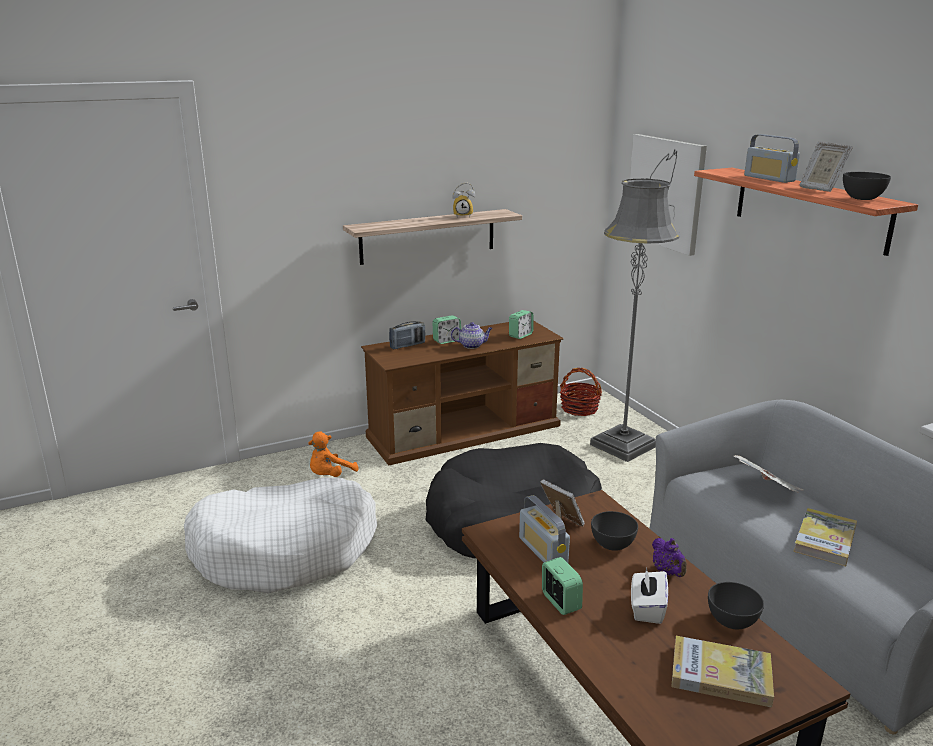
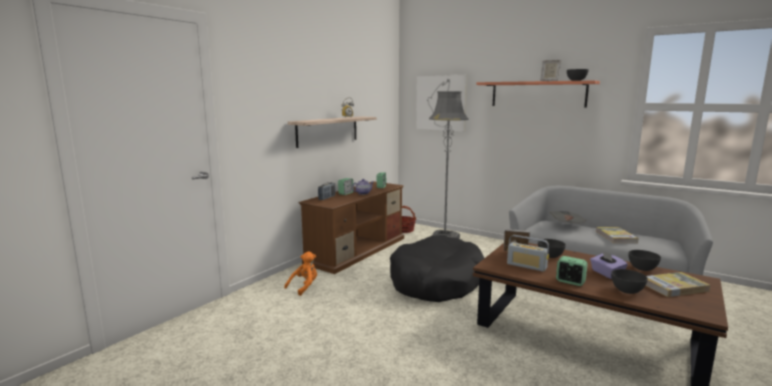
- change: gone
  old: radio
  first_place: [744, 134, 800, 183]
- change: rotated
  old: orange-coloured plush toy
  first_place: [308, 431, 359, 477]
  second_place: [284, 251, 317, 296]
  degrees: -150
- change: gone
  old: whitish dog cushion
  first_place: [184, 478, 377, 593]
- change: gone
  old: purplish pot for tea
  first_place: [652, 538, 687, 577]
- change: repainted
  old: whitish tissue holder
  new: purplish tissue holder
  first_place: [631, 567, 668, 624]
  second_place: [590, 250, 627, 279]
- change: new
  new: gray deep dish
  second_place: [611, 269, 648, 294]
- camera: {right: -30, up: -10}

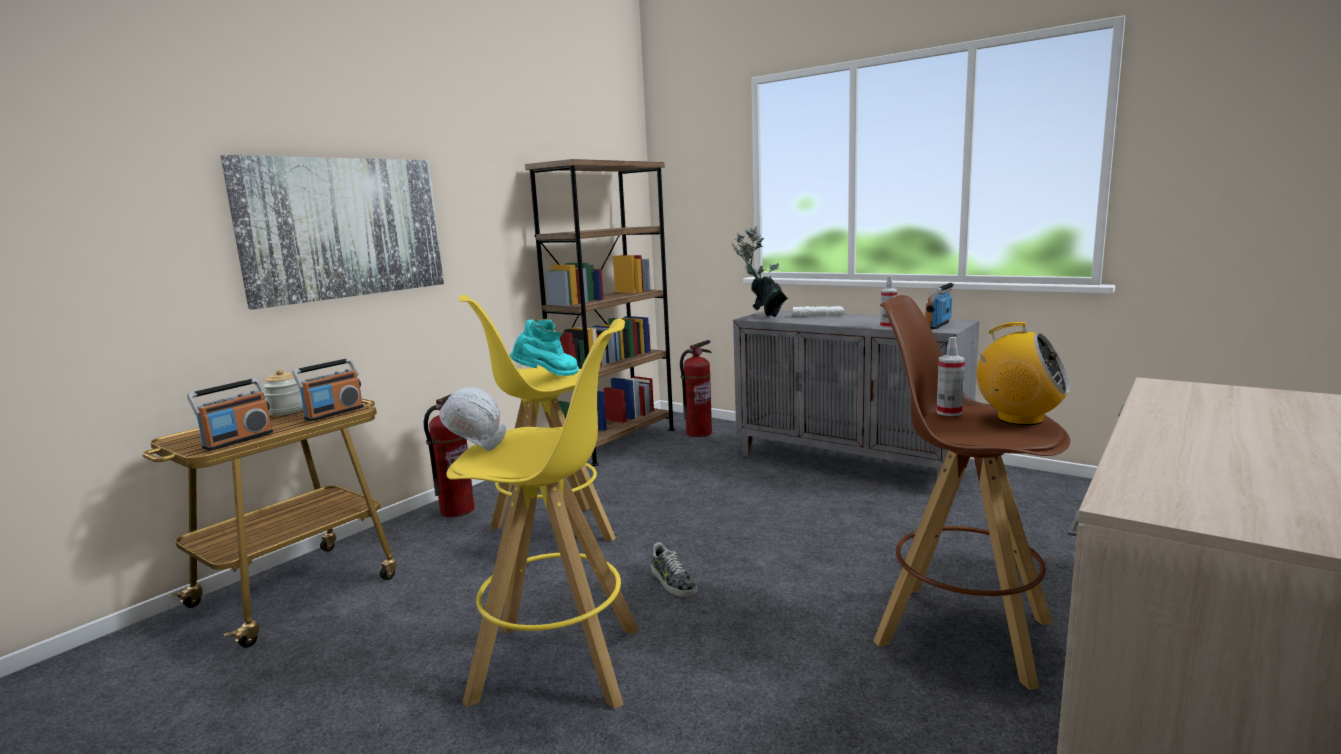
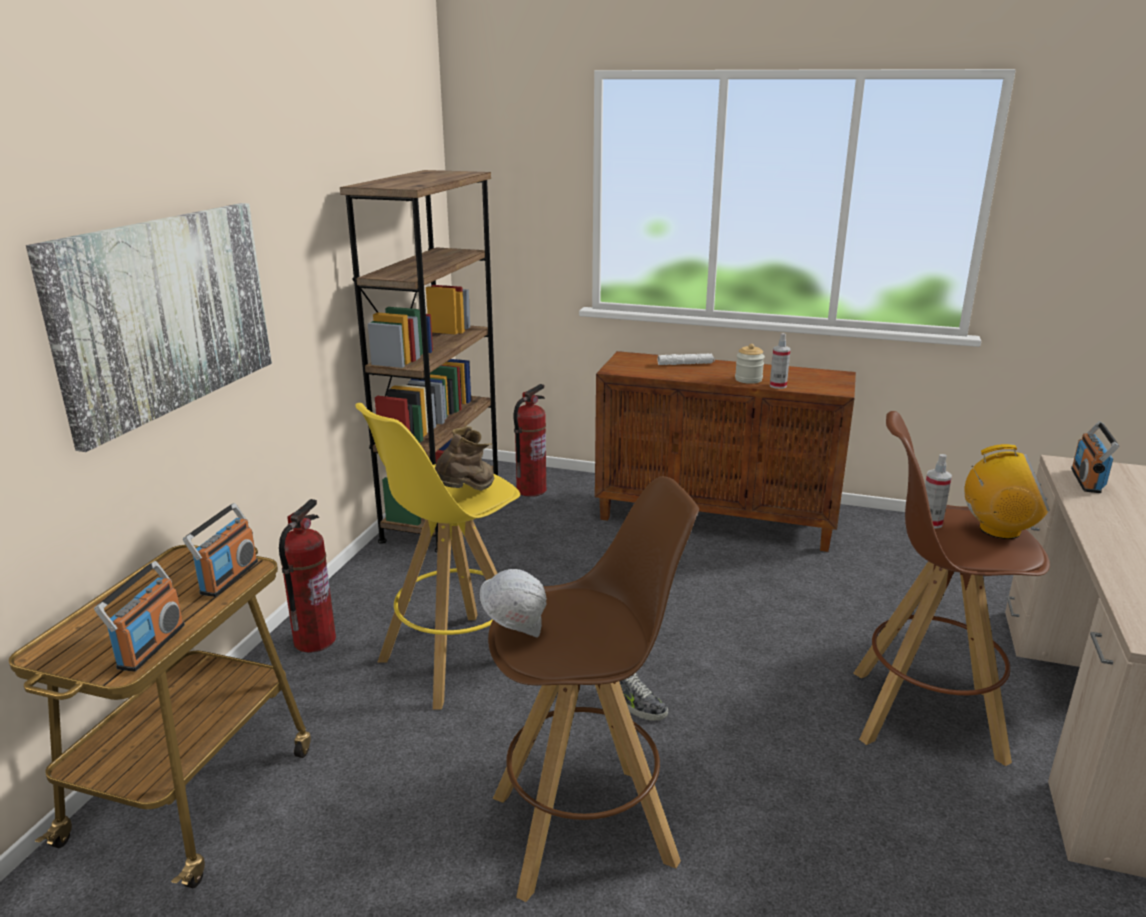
- change: gone
  old: houseplant
  first_place: [732, 226, 788, 317]
- change: shifted
  old: radio
  first_place: [925, 283, 954, 329]
  second_place: [1071, 421, 1119, 493]
- change: repainted
  old: gray cupboard
  new: brown-coloured cupboard
  first_place: [733, 310, 979, 478]
  second_place: [595, 351, 856, 552]
- change: repainted
  old: yellowish stool
  new: brown-coloured stool
  first_place: [446, 319, 639, 709]
  second_place: [488, 476, 699, 902]
- change: repainted
  old: blue-green tall boot
  new: brown-coloured tall boot
  first_place: [510, 319, 579, 376]
  second_place: [435, 426, 494, 491]
- change: shifted
  old: jar
  first_place: [263, 369, 303, 416]
  second_place: [735, 344, 765, 384]
- camera: {right: -20, up: 10}

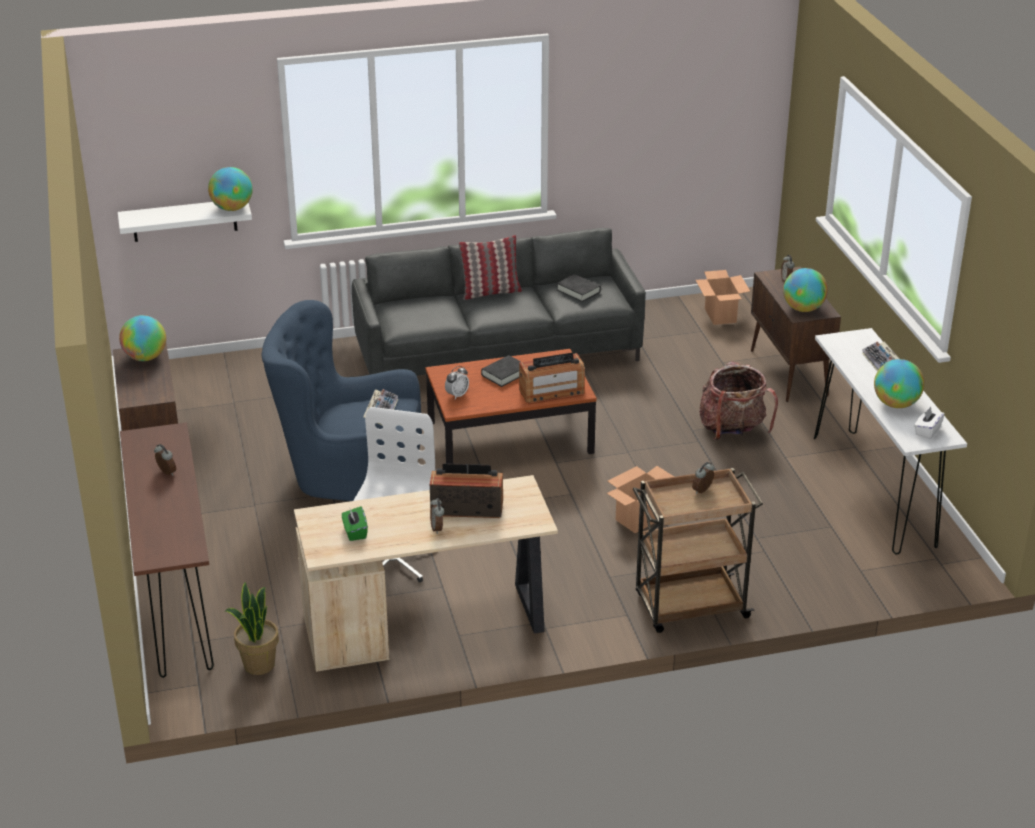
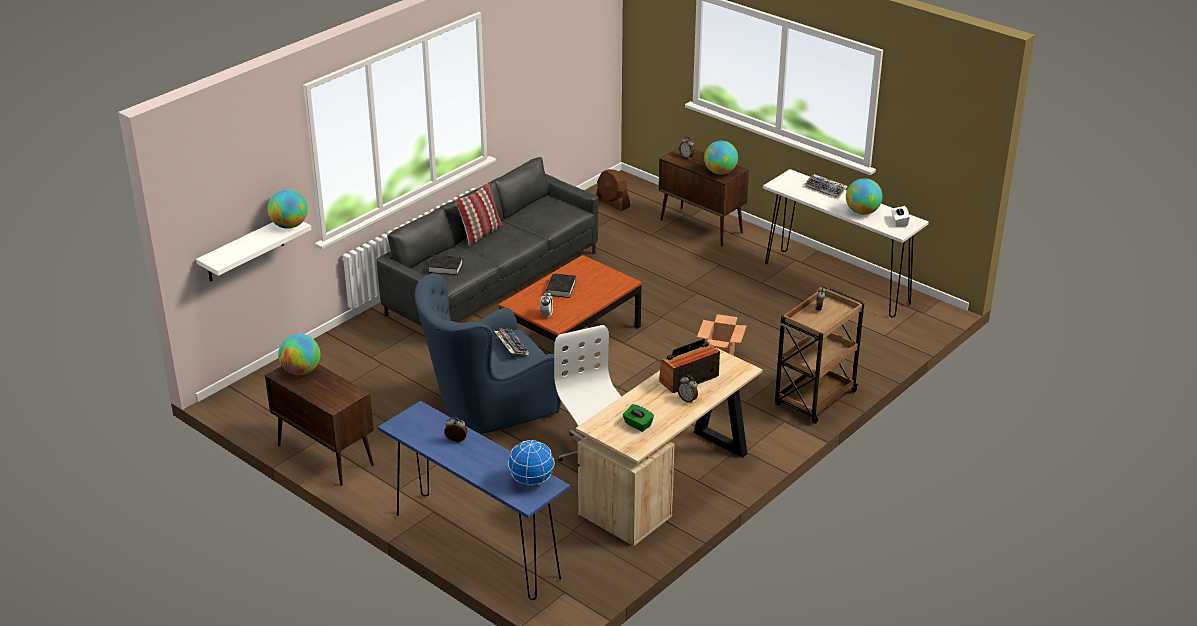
- change: swapped
  old: packing box
  new: brown-coloured fan
  first_place: [696, 270, 750, 325]
  second_place: [596, 169, 630, 211]
- change: shifted
  old: blackish volume
  first_place: [557, 274, 601, 302]
  second_place: [428, 255, 463, 275]
- change: gone
  old: radio
  first_place: [519, 353, 585, 404]
- change: gone
  old: backpack
  first_place: [699, 361, 778, 440]
- change: repainted
  old: brown-coloured narrow table
  new: blue narrow table
  first_place: [120, 422, 214, 678]
  second_place: [378, 401, 570, 600]
- change: gone
  old: houseplant
  first_place: [225, 582, 279, 675]
- change: new
  new: globe
  second_place: [508, 440, 555, 486]
- camera: {right: -35, up: 0}

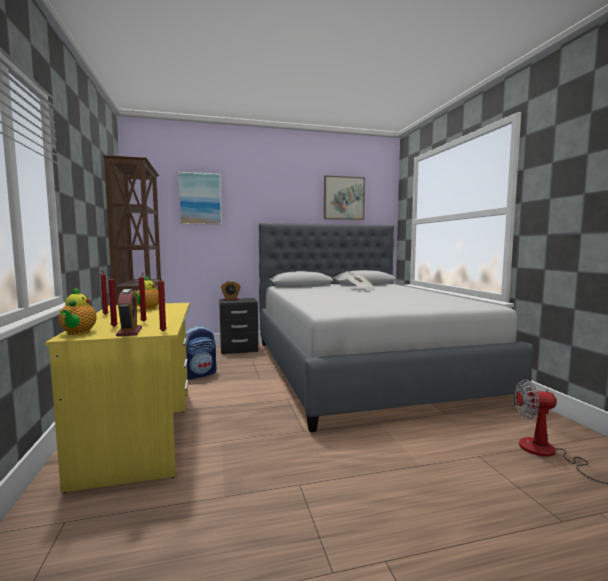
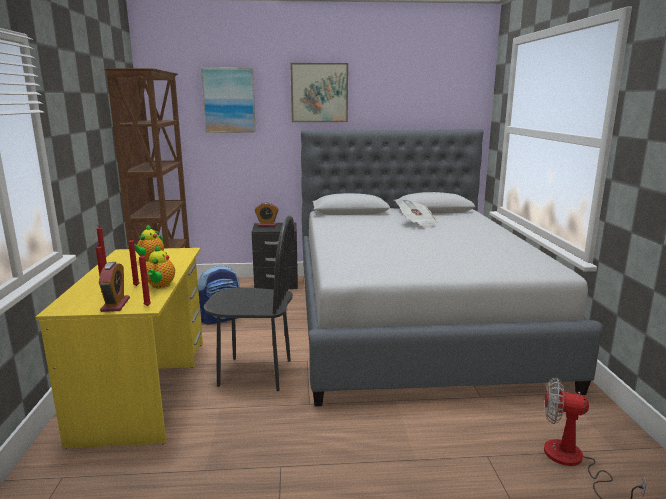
- change: shifted
  old: wall picture
  first_place: [324, 175, 365, 220]
  second_place: [290, 63, 348, 122]
- change: shifted
  old: pot for tea
  first_place: [58, 287, 97, 335]
  second_place: [146, 245, 175, 288]
- change: new
  new: blackish chair
  second_place: [204, 215, 294, 391]
- camera: {right: 10, up: 10}

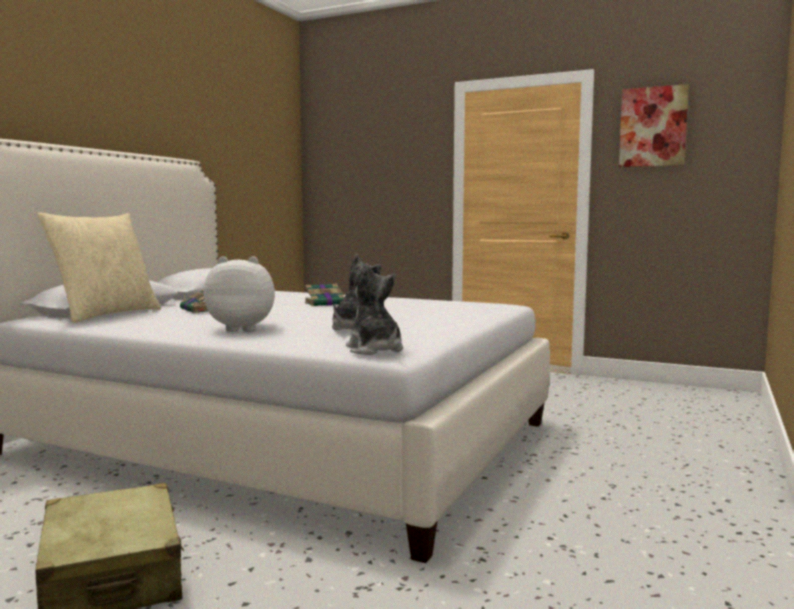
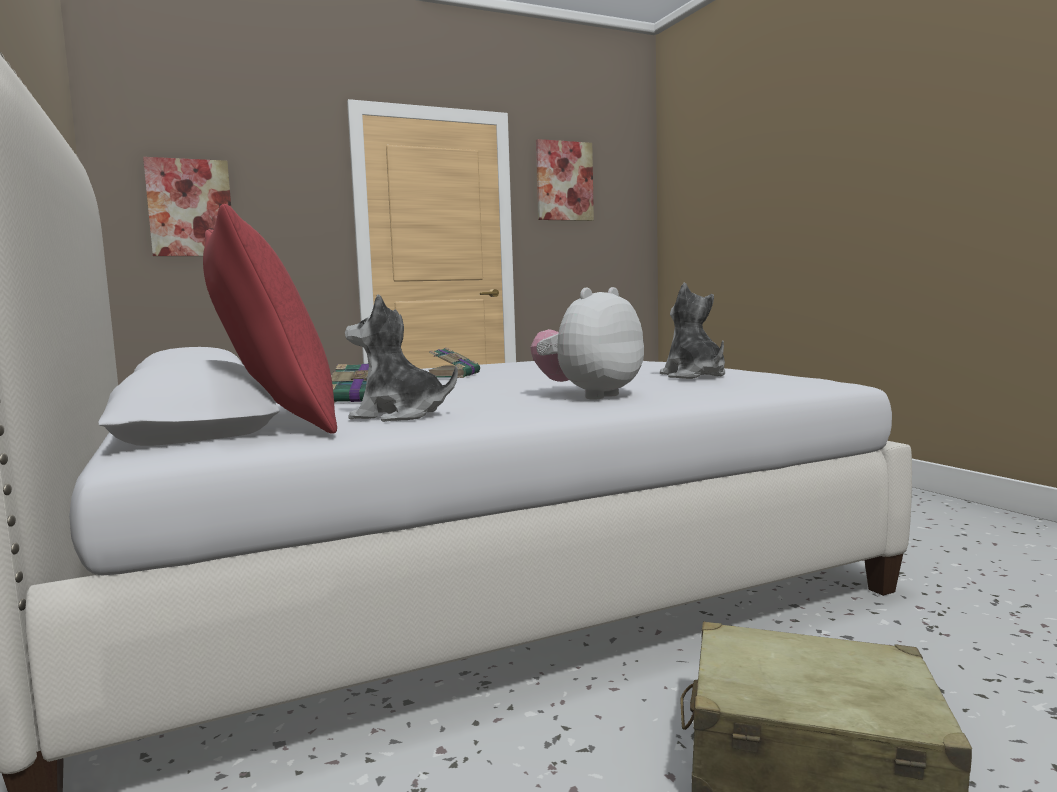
- change: repainted
  old: beige-coloured throw pillow
  new: red-coloured throw pillow
  first_place: [37, 213, 161, 323]
  second_place: [203, 204, 337, 434]
- change: shifted
  old: plush toy
  first_place: [346, 263, 403, 355]
  second_place: [345, 294, 458, 422]
- change: new
  new: wall picture
  second_place: [143, 157, 231, 256]
- camera: {right: -50, up: 0}

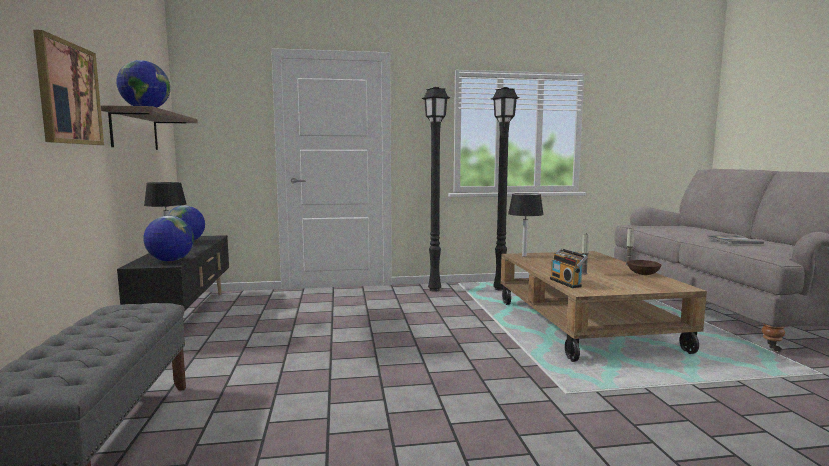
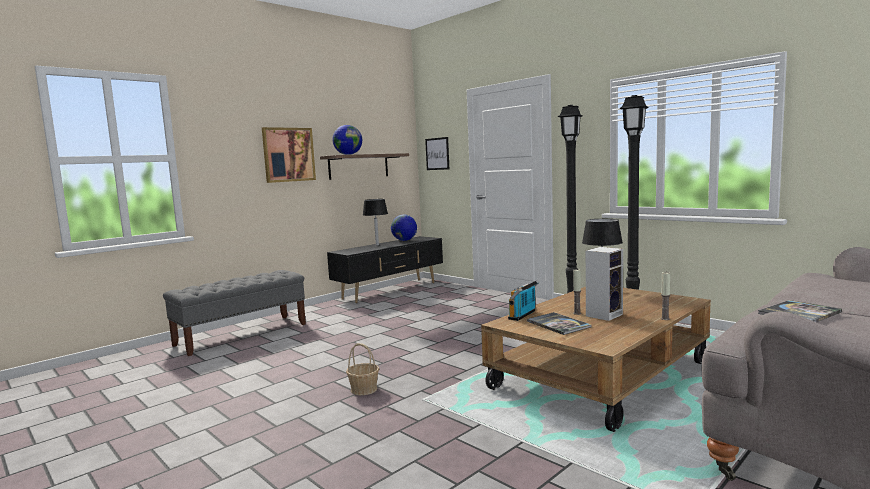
- change: gone
  old: globe
  first_place: [143, 216, 194, 261]
- change: gone
  old: brown-coloured deep dish
  first_place: [627, 260, 661, 275]
- change: new
  new: wall picture
  second_place: [425, 137, 449, 170]
- change: new
  new: speaker
  second_place: [586, 247, 623, 321]
- change: new
  new: volume
  second_place: [527, 312, 592, 335]
- change: new
  new: household basket
  second_place: [346, 343, 379, 395]
- camera: {right: 55, up: 0}

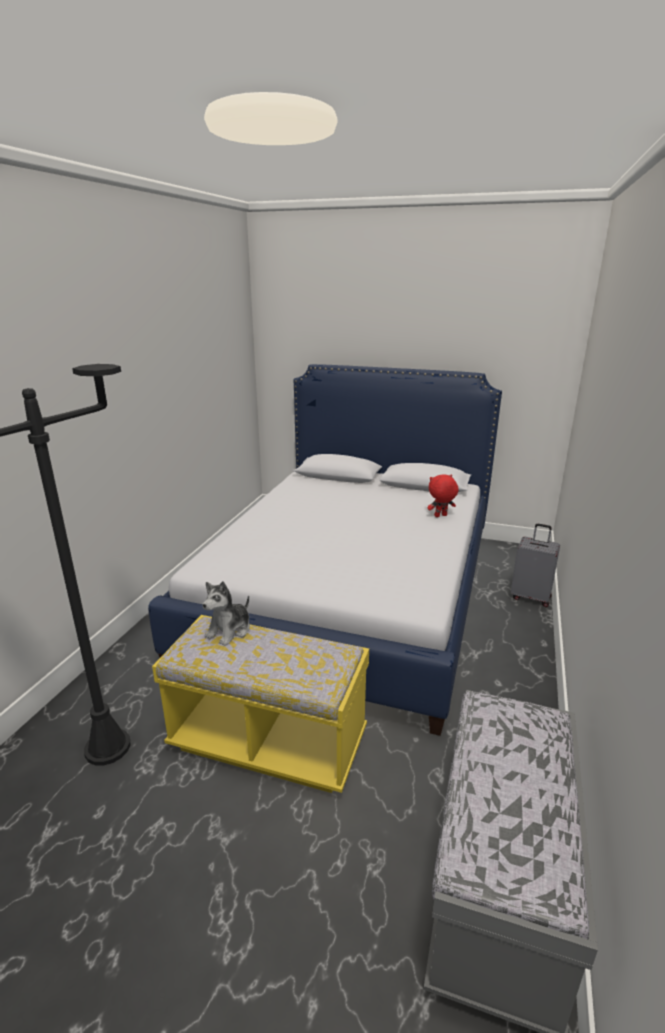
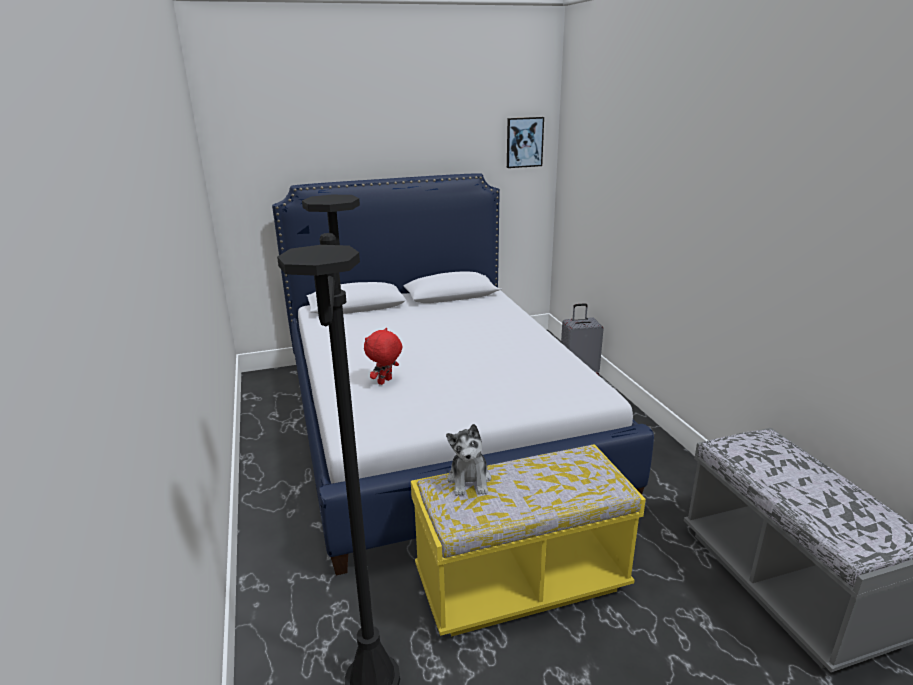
- change: shifted
  old: red-coloured plush toy
  first_place: [427, 474, 459, 517]
  second_place: [364, 328, 403, 385]
- change: new
  new: wall picture
  second_place: [507, 117, 544, 168]
- camera: {right: -35, up: 0}

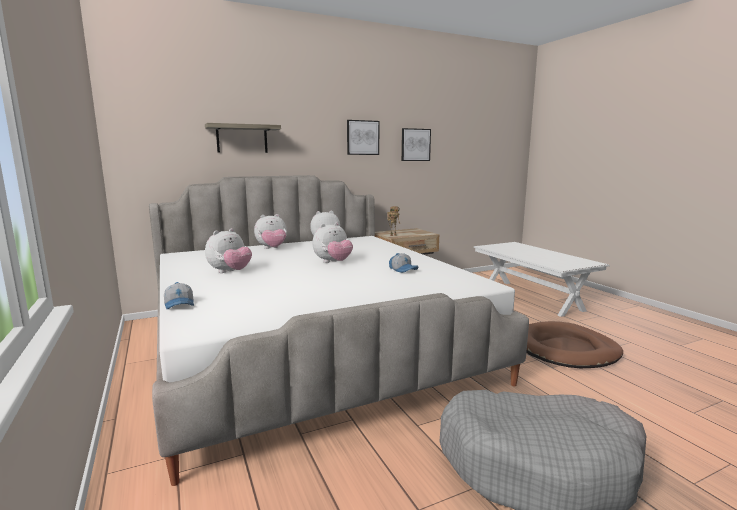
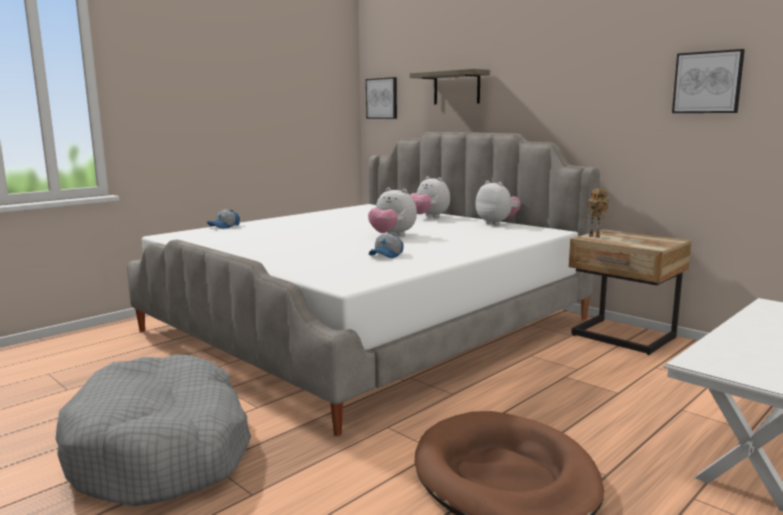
- change: shifted
  old: wall picture
  first_place: [347, 120, 379, 155]
  second_place: [366, 77, 397, 119]
- change: gone
  old: plush toy
  first_place: [205, 228, 252, 273]
- camera: {right: 70, up: 0}

